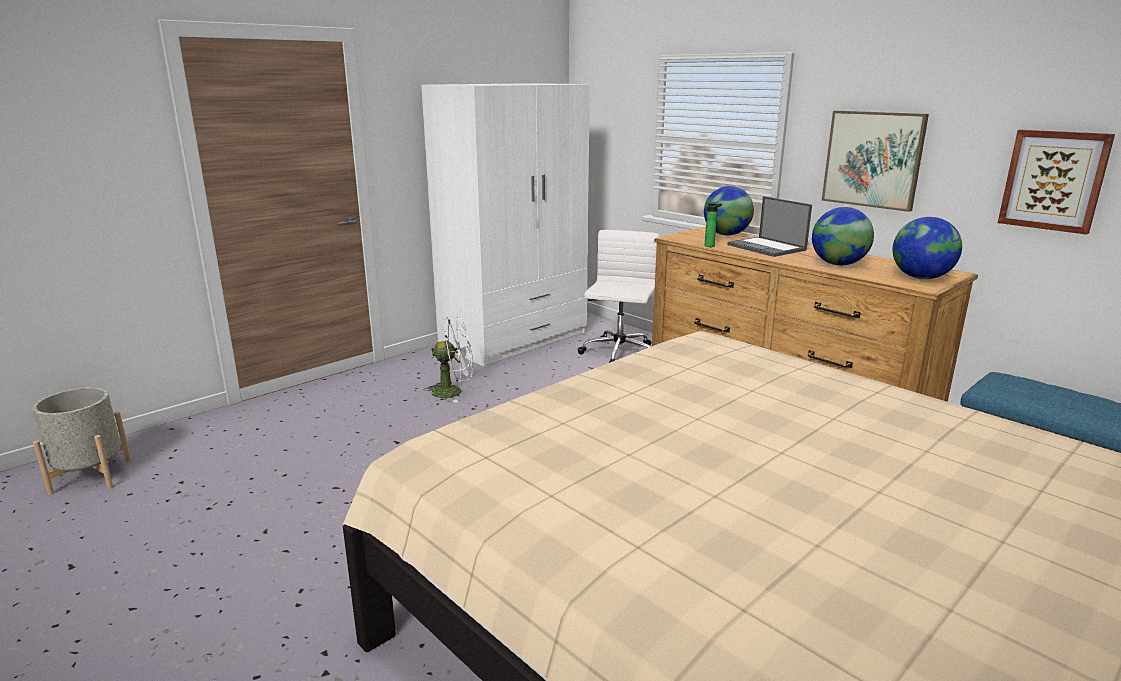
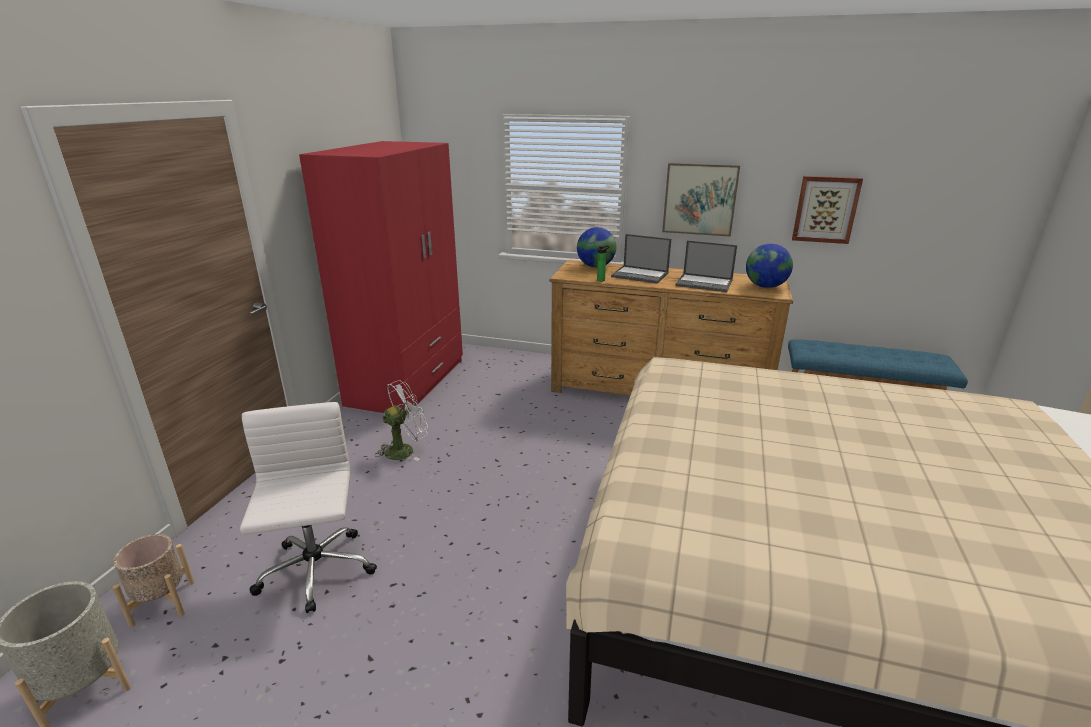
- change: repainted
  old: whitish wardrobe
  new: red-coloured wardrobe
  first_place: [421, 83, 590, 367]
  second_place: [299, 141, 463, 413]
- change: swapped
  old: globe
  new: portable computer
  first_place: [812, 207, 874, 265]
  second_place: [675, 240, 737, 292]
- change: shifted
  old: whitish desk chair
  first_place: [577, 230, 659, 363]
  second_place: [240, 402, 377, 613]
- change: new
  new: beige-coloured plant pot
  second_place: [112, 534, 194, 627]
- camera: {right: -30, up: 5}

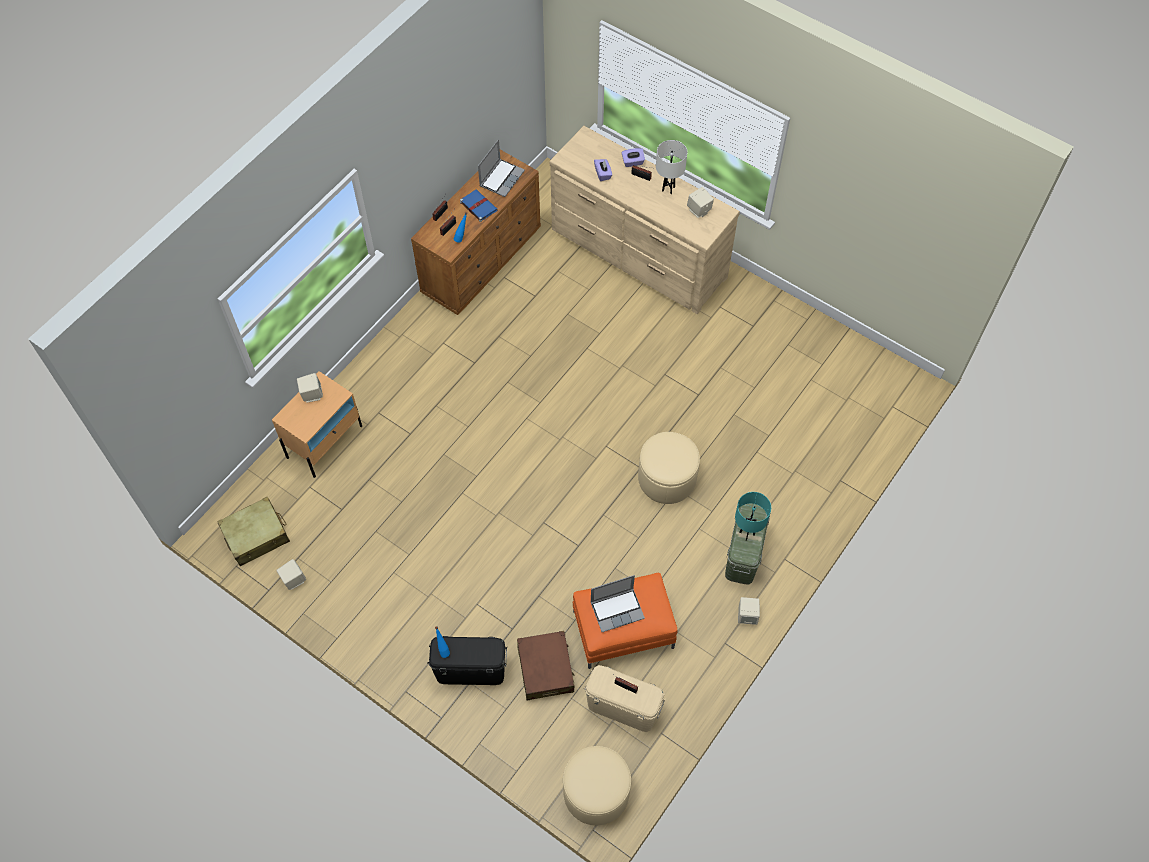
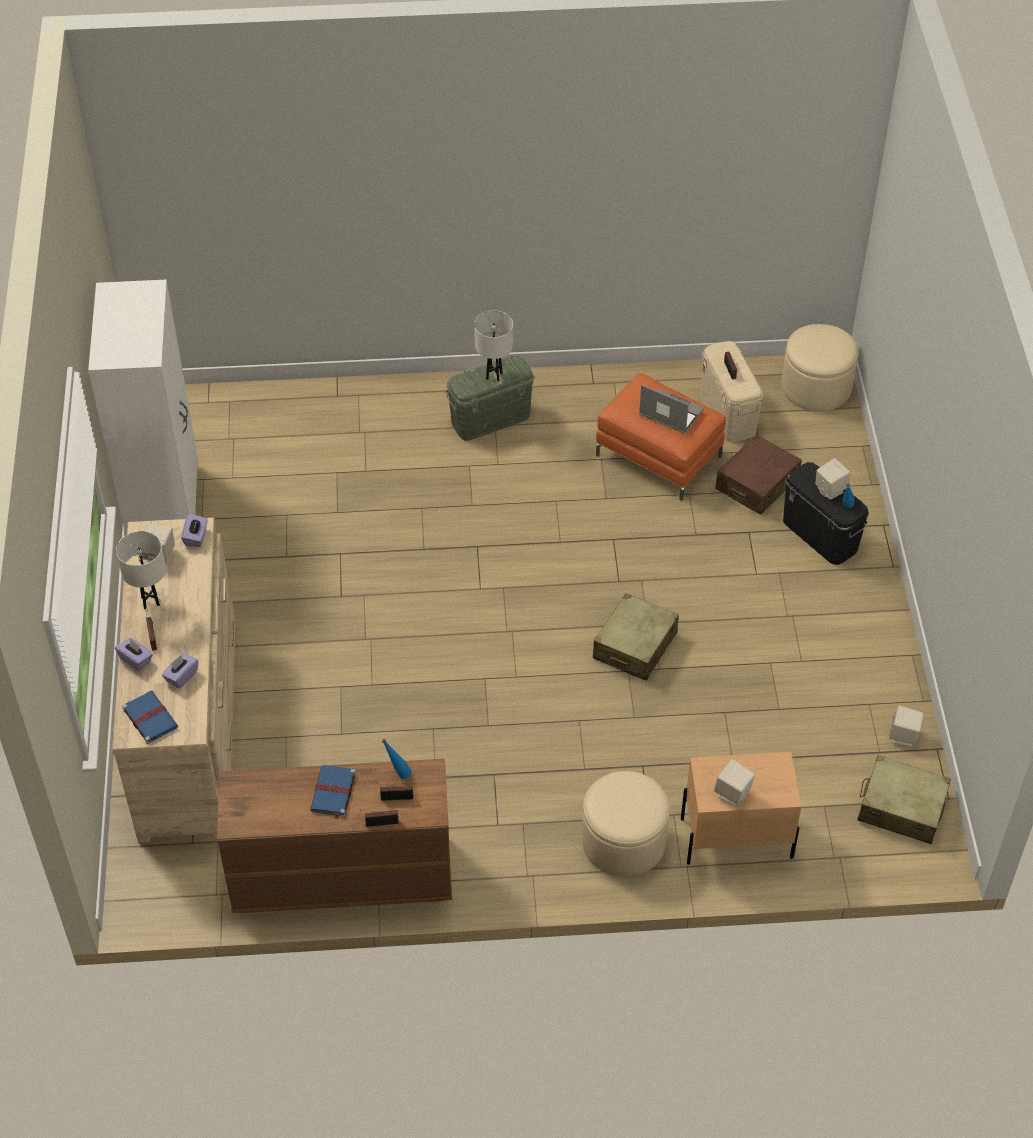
- change: gone
  old: portable computer
  first_place: [478, 139, 525, 197]
- change: shifted
  old: beige-coloured ottoman
  first_place: [638, 432, 700, 504]
  second_place: [582, 771, 670, 877]
- change: repainted
  old: blue-green tabletop lamp
  new: whitish tabletop lamp
  first_place: [735, 492, 771, 541]
  second_place: [474, 310, 513, 382]
- change: shifted
  old: beige-coloured speaker
  first_place: [738, 597, 760, 625]
  second_place: [815, 458, 850, 499]
- change: new
  new: whitish wardrobe
  second_place: [88, 280, 198, 535]
- change: new
  new: purplish tissue holder
  second_place: [181, 514, 208, 547]
- change: new
  new: beige-coloured suitcase
  second_place: [593, 593, 679, 681]
- change: new
  new: blue volume
  second_place: [122, 691, 178, 744]
- camera: {right: -130, up: -10}

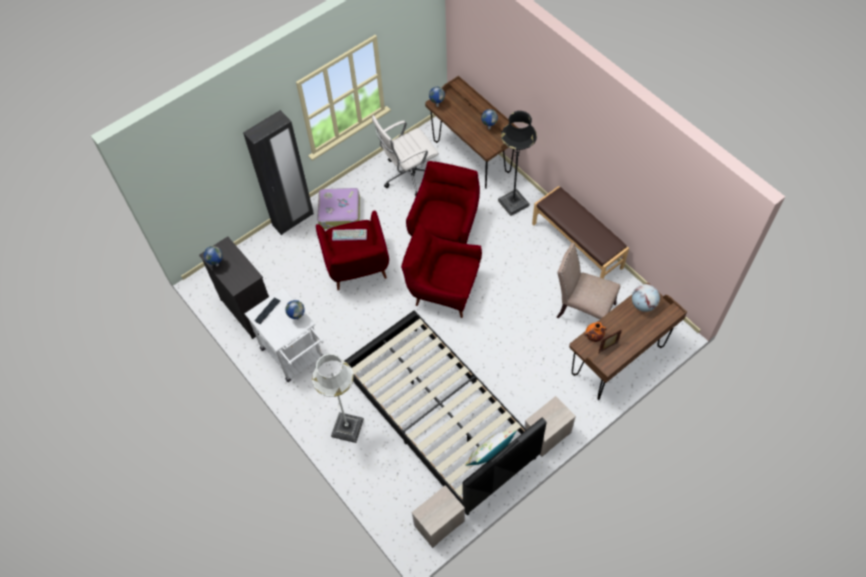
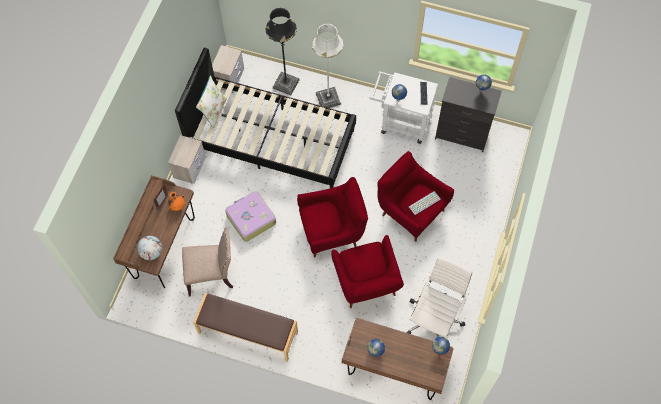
- change: gone
  old: blackish wardrobe
  first_place: [243, 110, 314, 235]
- change: shifted
  old: blackish floor lamp
  first_place: [498, 111, 537, 216]
  second_place: [265, 8, 299, 96]
- change: shifted
  old: suitcase
  first_place: [317, 188, 360, 229]
  second_place: [225, 191, 276, 242]
- camera: {right: 145, up: 5}

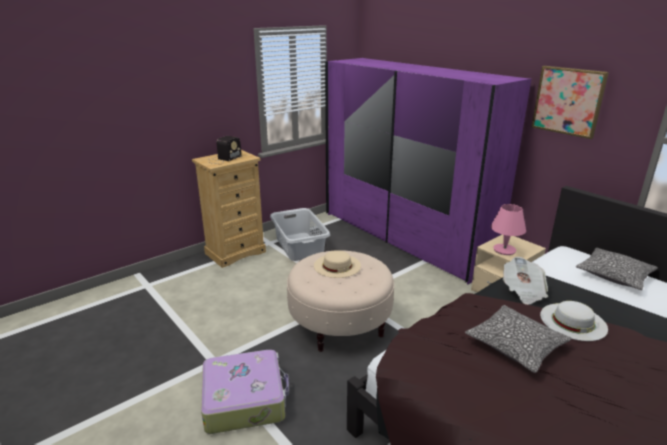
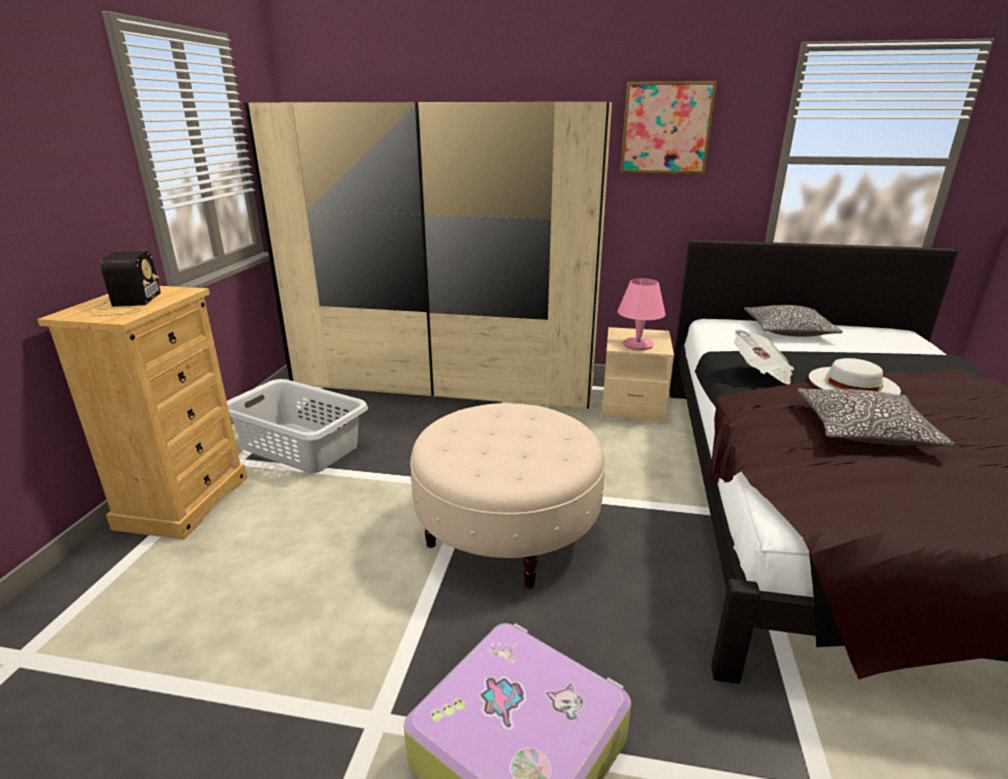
- change: repainted
  old: purplish wardrobe
  new: beige-coloured wardrobe
  first_place: [325, 58, 531, 284]
  second_place: [243, 102, 612, 411]
- change: gone
  old: beige-coloured wearable hat
  first_place: [314, 250, 361, 278]
- camera: {right: -40, up: 0}

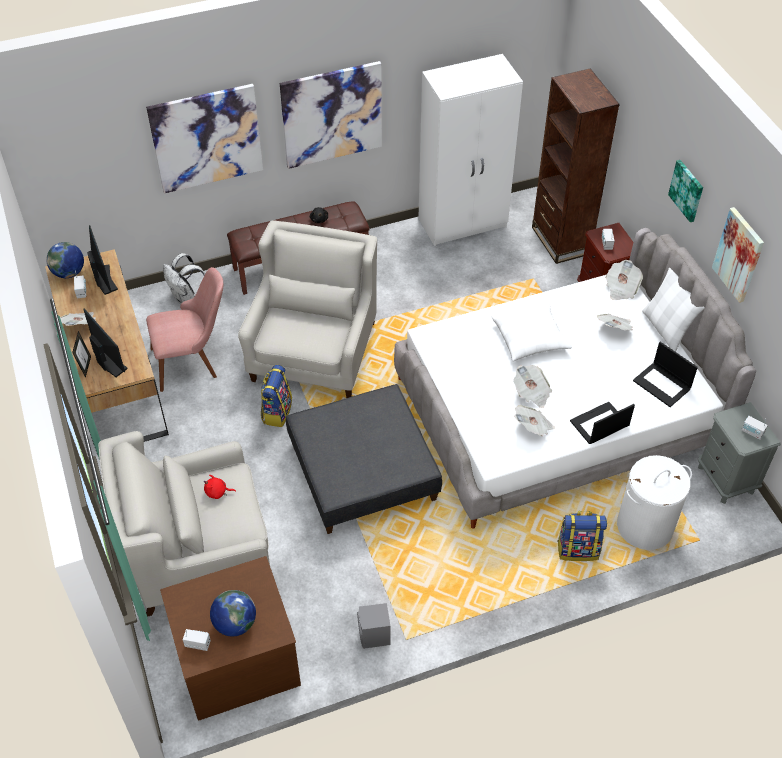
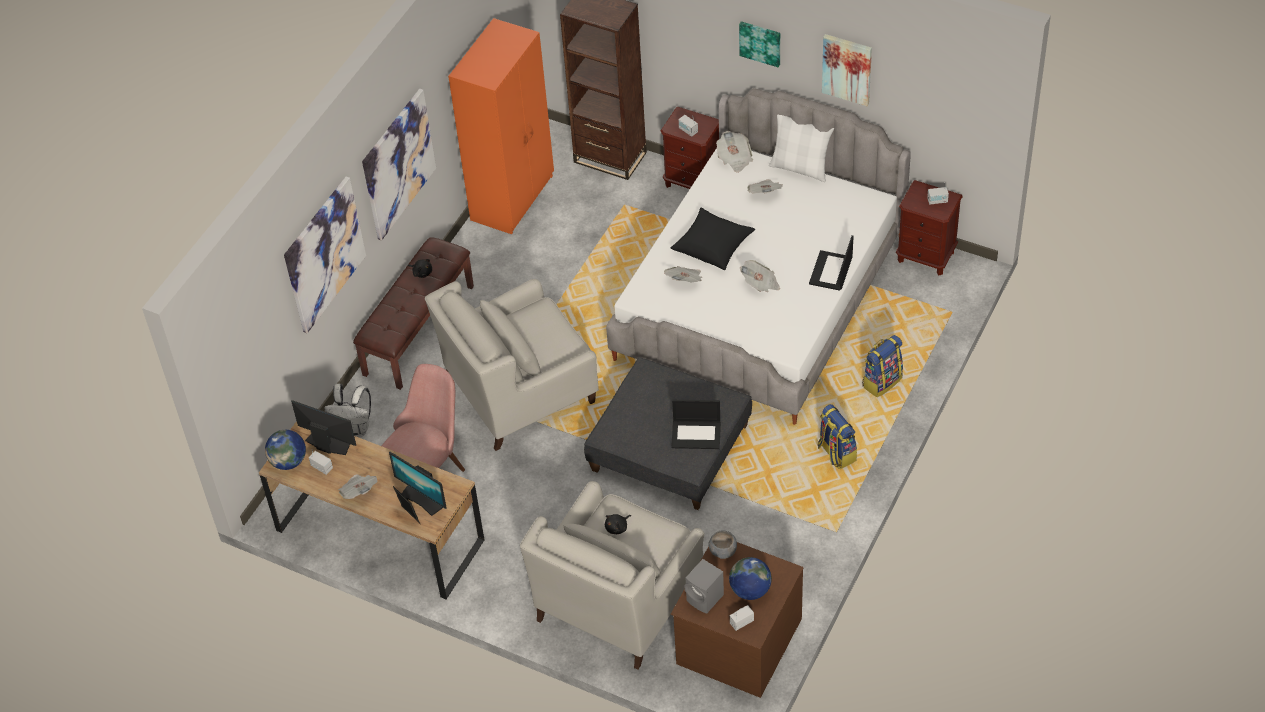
- change: repainted
  old: whitish wardrobe
  new: orange-coloured wardrobe
  first_place: [418, 54, 523, 246]
  second_place: [448, 18, 554, 234]
- change: rotated
  old: whitish easy chair
  first_place: [238, 221, 377, 398]
  second_place: [425, 279, 599, 451]
  degrees: -90
- change: repainted
  old: whitish throw pillow
  new: blackish throw pillow
  first_place: [491, 303, 572, 362]
  second_place: [671, 208, 755, 270]
- change: rotated
  old: computer display
  first_place: [83, 308, 128, 377]
  second_place: [389, 452, 447, 516]
  degrees: -150
- change: shifted
  old: portable computer
  first_place: [633, 342, 698, 407]
  second_place: [671, 400, 721, 449]
- change: shifted
  old: backpack
  first_place: [261, 365, 292, 427]
  second_place: [818, 404, 857, 469]
- change: repainted
  old: gray night table
  new: brown-coloured night table
  first_place: [698, 402, 781, 504]
  second_place: [896, 180, 963, 276]
- change: shifted
  old: daily paper
  first_place: [514, 405, 555, 436]
  second_place: [664, 266, 703, 283]
- change: gone
  old: whitish laundry basket
  first_place: [617, 455, 692, 550]
- change: repainted
  old: red-coloured plush toy
  new: blackish plush toy
  first_place: [204, 475, 236, 499]
  second_place: [605, 514, 631, 534]
- change: shifted
  old: gray speaker
  first_place: [357, 603, 390, 649]
  second_place: [684, 559, 724, 614]
- change: new
  new: gray deep dish
  second_place: [708, 530, 737, 559]
- camera: {right: -40, up: 0}

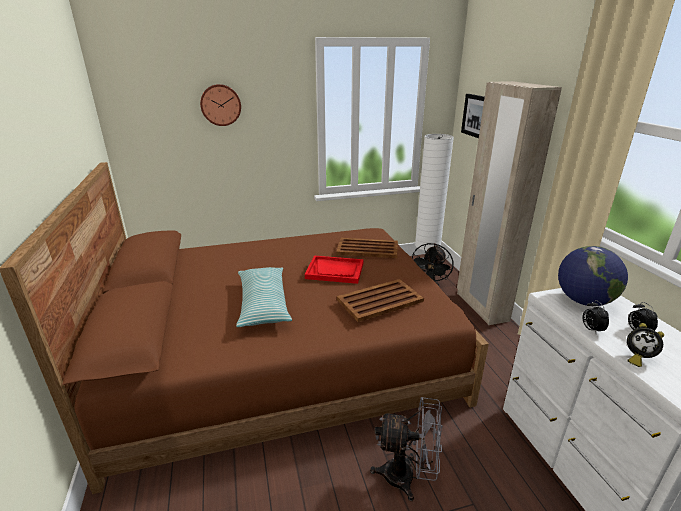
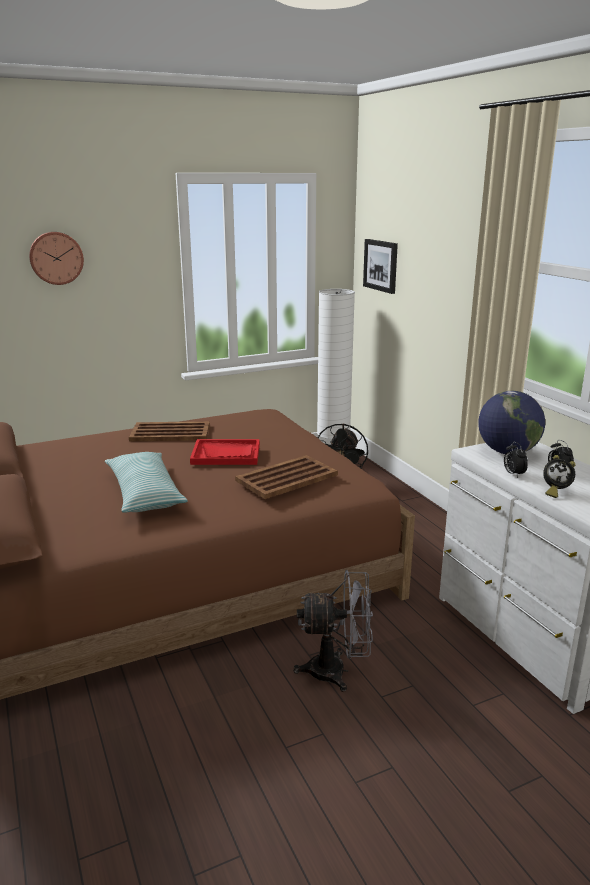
- change: gone
  old: beige-coloured wardrobe
  first_place: [457, 81, 562, 325]
- change: shifted
  old: brown-coloured tray
  first_place: [336, 238, 398, 258]
  second_place: [129, 421, 210, 441]
- camera: {right: -10, up: -5}

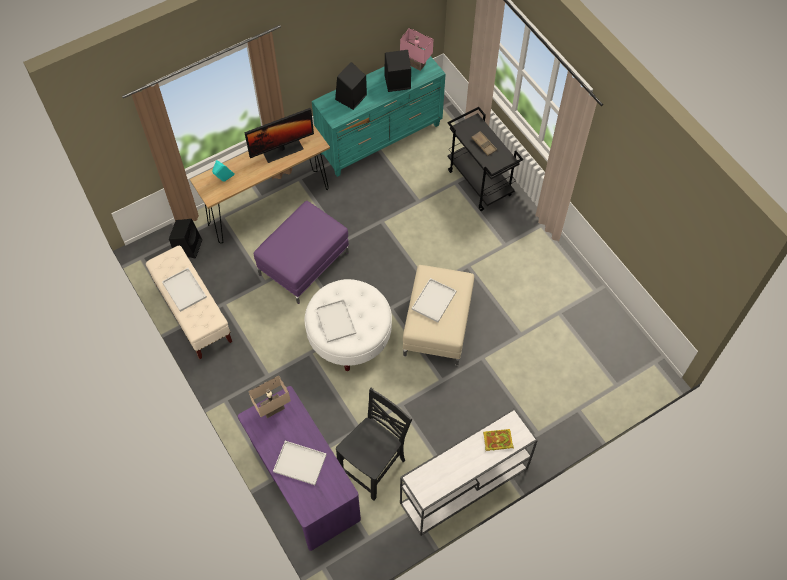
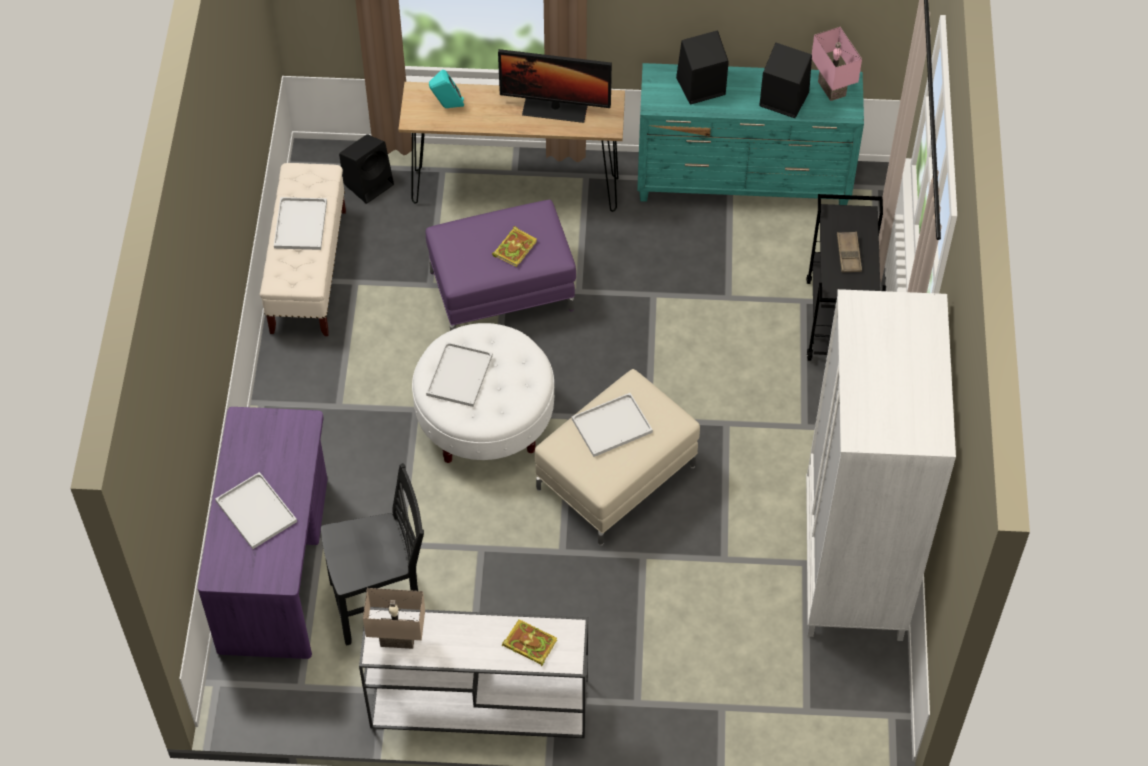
- change: shifted
  old: beige-coloured tabletop lamp
  first_place: [248, 375, 291, 418]
  second_place: [363, 588, 425, 649]
- change: new
  new: volume
  second_place: [492, 226, 537, 267]
- change: new
  new: whitish wardrobe
  second_place: [806, 289, 956, 641]
- camera: {right: 35, up: -5}

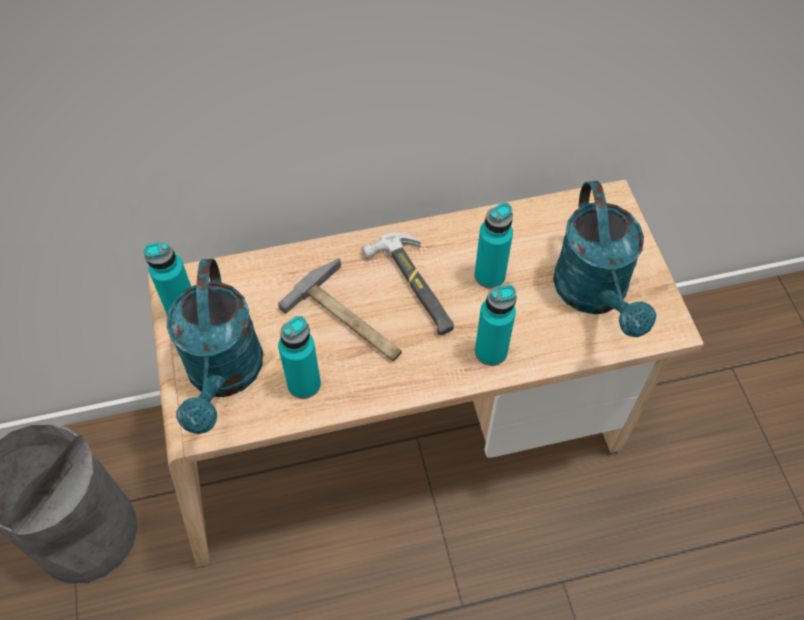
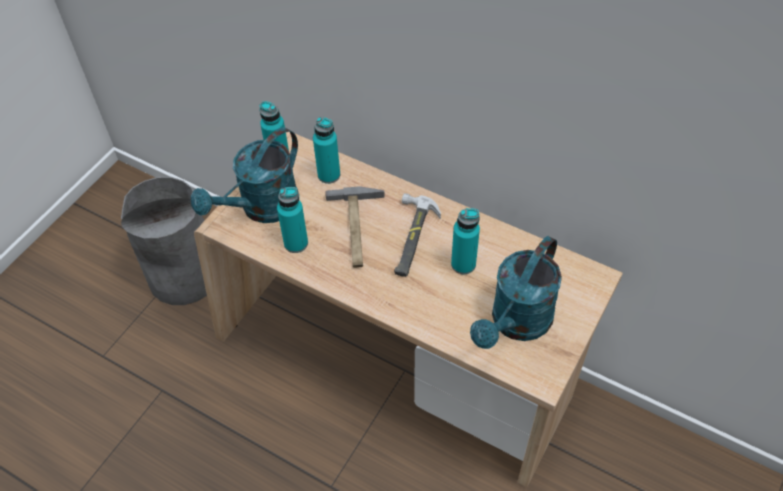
- change: shifted
  old: blue-green drink bottle
  first_place: [475, 285, 516, 366]
  second_place: [313, 117, 340, 184]
- camera: {right: 45, up: -5}

